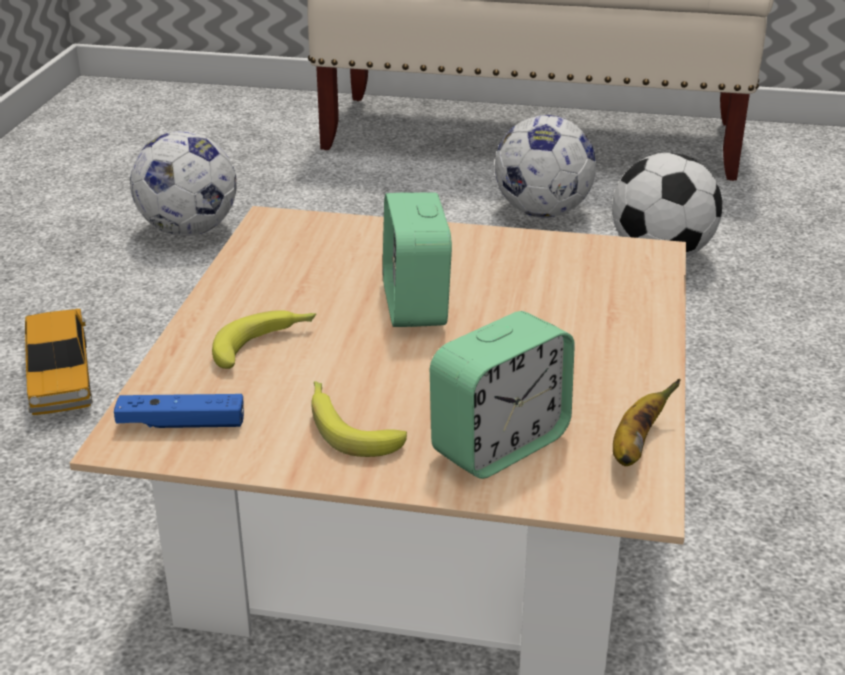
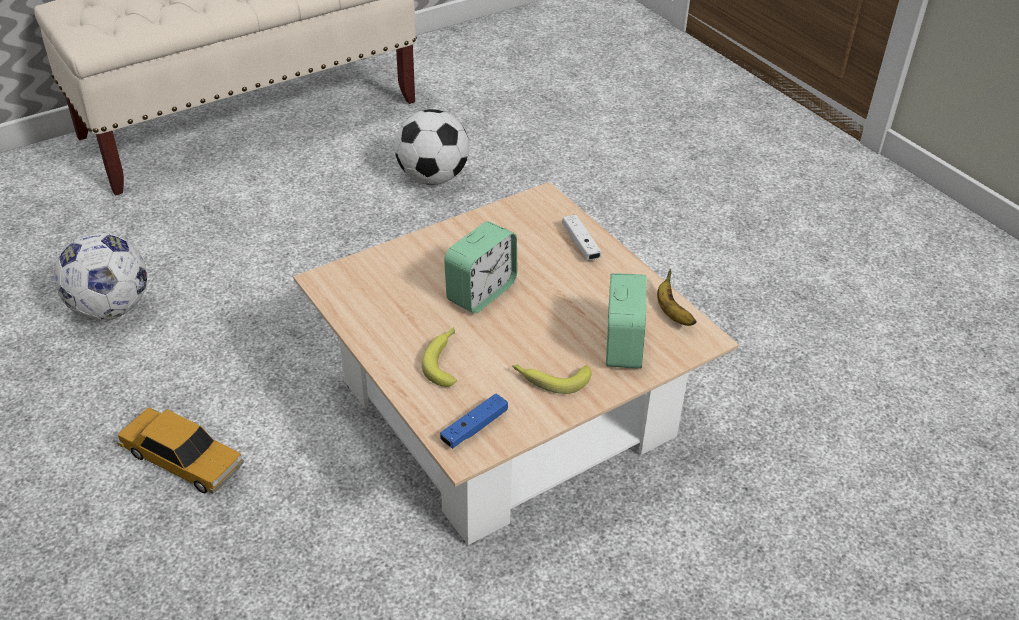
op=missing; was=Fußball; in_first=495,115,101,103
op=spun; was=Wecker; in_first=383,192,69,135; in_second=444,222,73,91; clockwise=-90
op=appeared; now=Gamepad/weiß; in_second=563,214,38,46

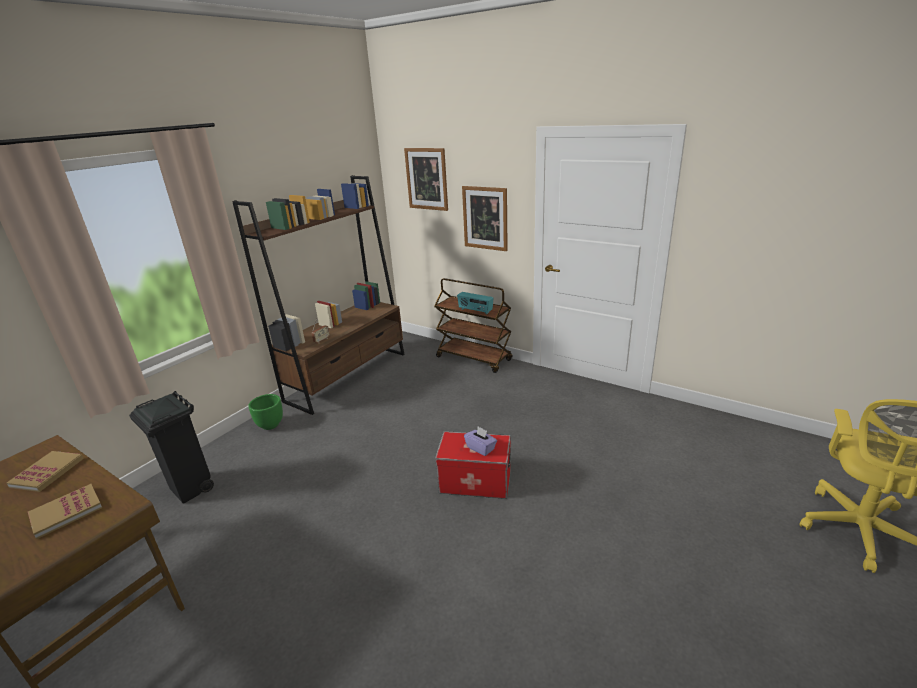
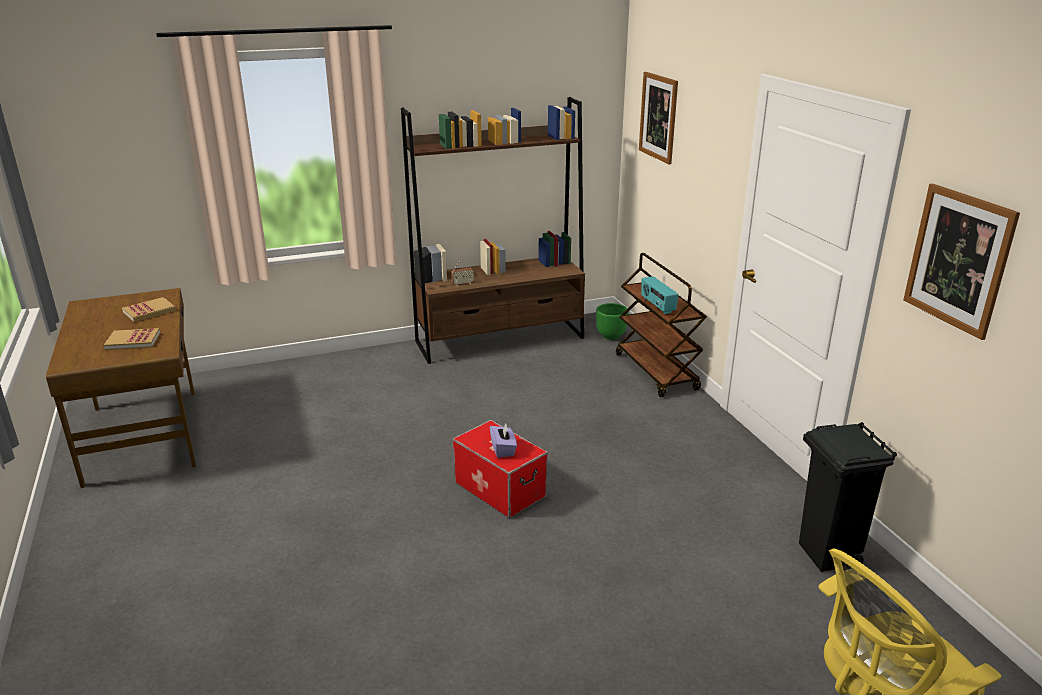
op=relocated; was=Bild; in_first=462,186,46,65; in_second=903,183,117,157
op=relocated; was=Mülleimer/schwarz; in_first=129,391,85,113; in_second=799,422,98,150
op=relocated; was=Pflanzkübel/grün; in_first=248,394,35,36; in_second=596,303,33,37

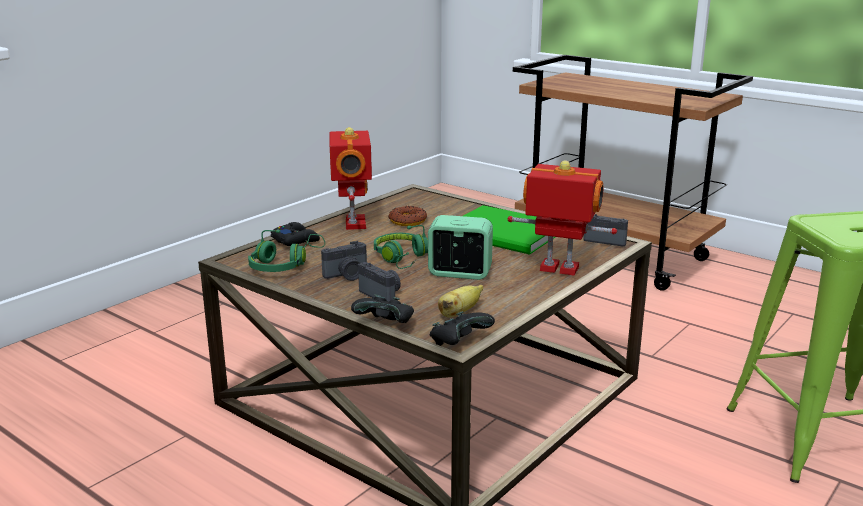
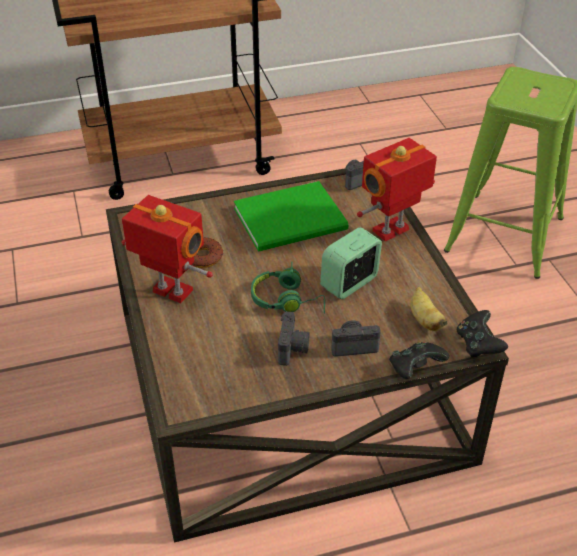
op=missing; was=Gamepad/schwarz; in_first=270,222,50,24
op=missing; was=Kopfhörer/grün; in_first=248,229,77,43

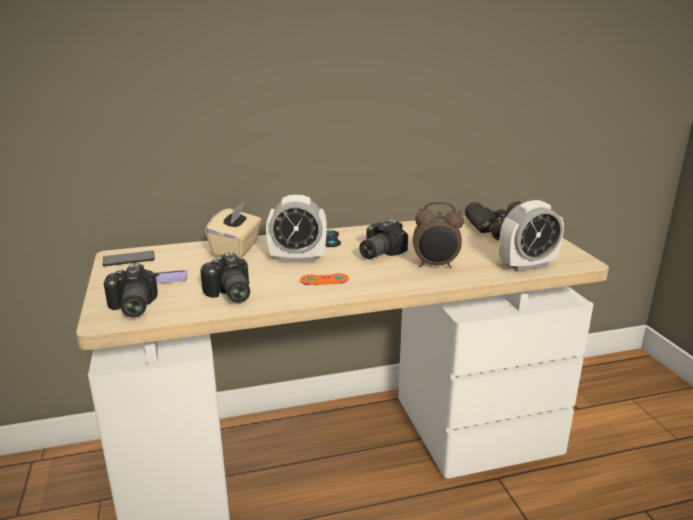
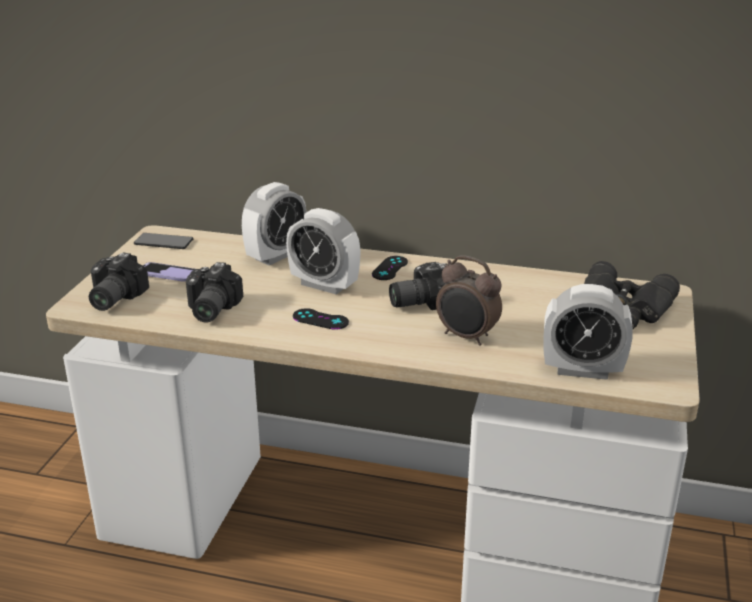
op=exchanged; was=Taschentuchbox/beige; now=Wecker; in_first=205,201,56,57; in_second=242,182,64,83
op=colour; was=Gamepad/orange; now=Gamepad/schwarz; in_first=300,273,49,12; in_second=293,308,56,22

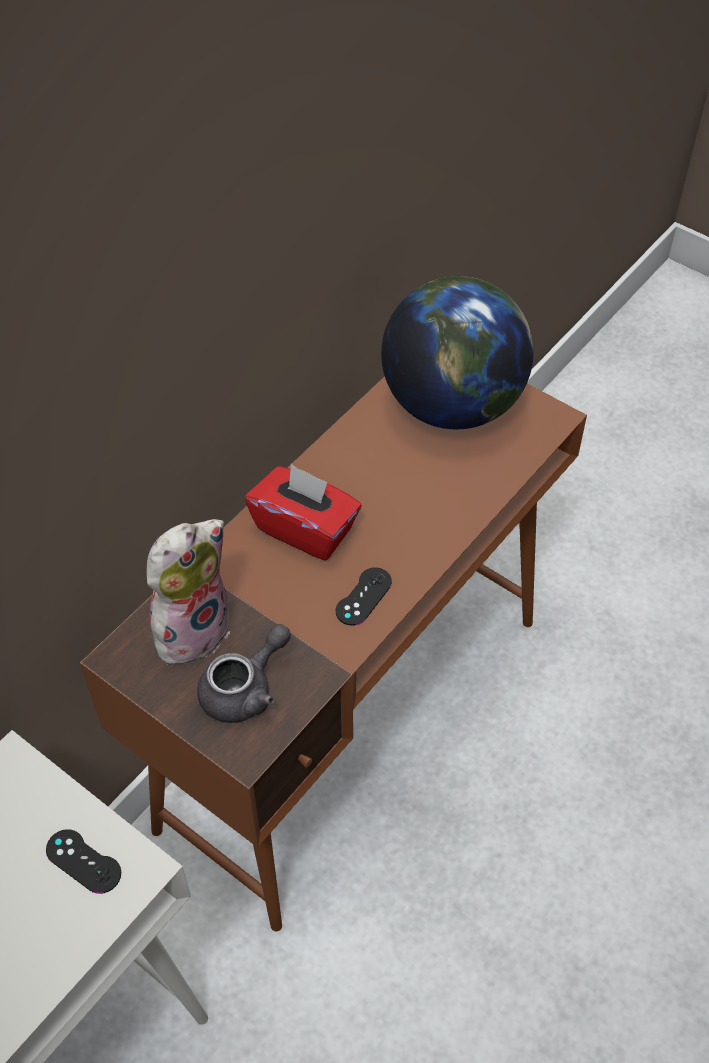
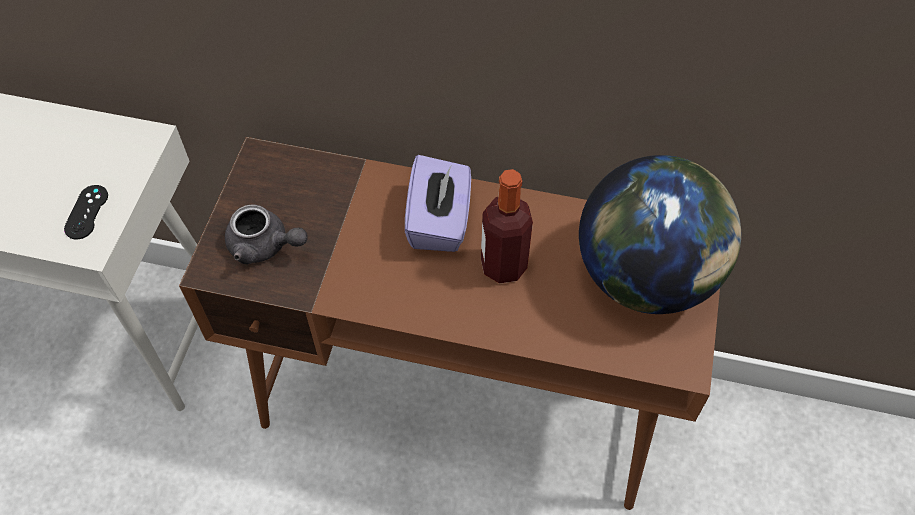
op=colour; was=Taschentuchbox/rot; now=Taschentuchbox/lila; in_first=245,463,116,97; in_second=405,155,66,97
op=missing; was=Plüschtier; in_first=146,519,84,148
op=missing; was=Gamepad/schwarz; in_first=336,567,56,59
op=appeared; now=Flasche; in_second=481,169,52,115

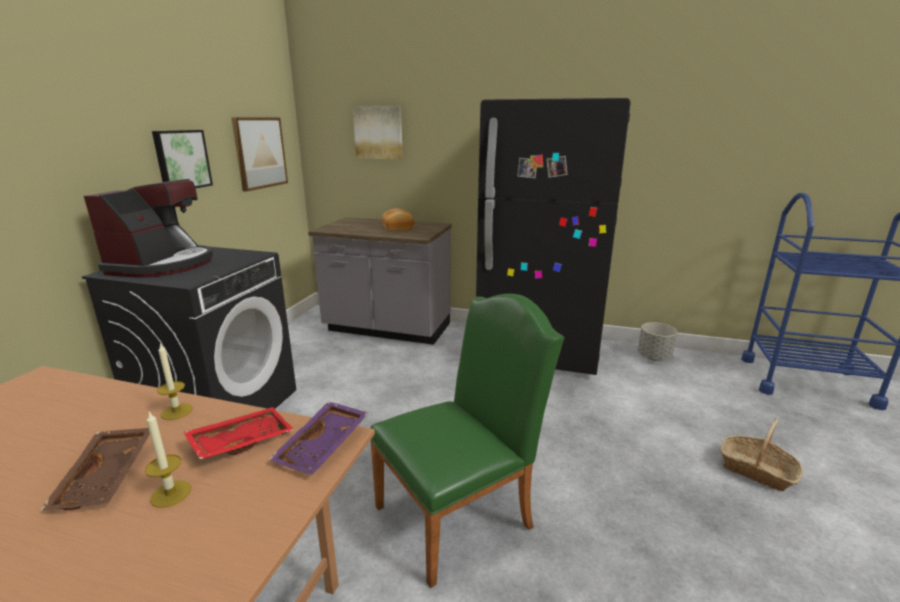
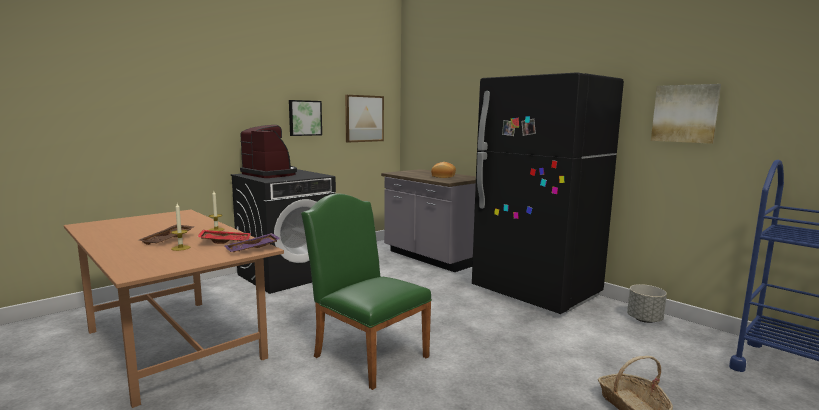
op=relocated; was=Bild; in_first=353,106,50,54; in_second=651,84,70,60
op=spun; was=Kaffeemaschine; in_first=84,179,129,99; in_second=240,125,57,53; clockwise=-90
op=spun; was=Stuhl/grün; in_first=371,294,193,294; in_second=301,193,131,197; clockwise=-135

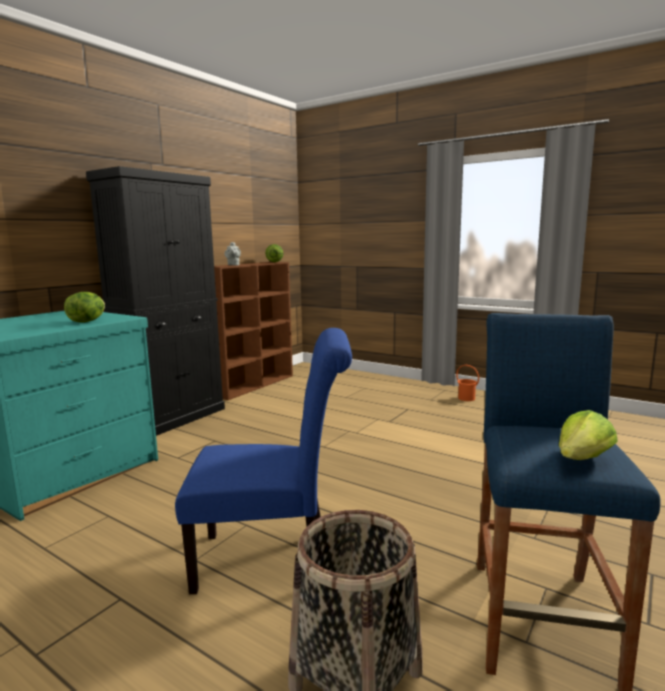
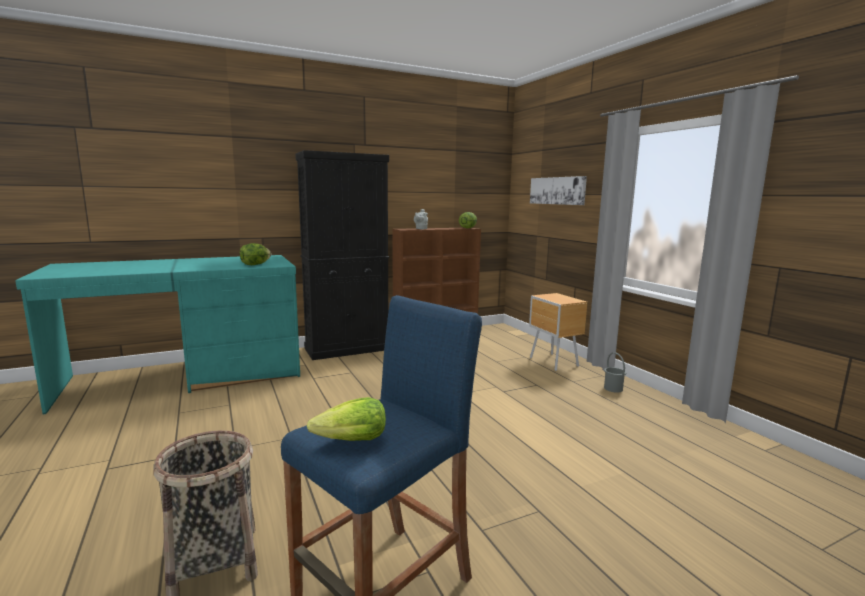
op=missing; was=Stuhl/blau; in_first=175,328,177,266
op=colour; was=Eimer/orange; now=Eimer/grau; in_first=456,365,23,36; in_second=604,352,22,41
op=appeared; now=Bild; in_second=530,176,57,29
op=appeared; now=Nachttisch/braun; in_second=529,293,59,78

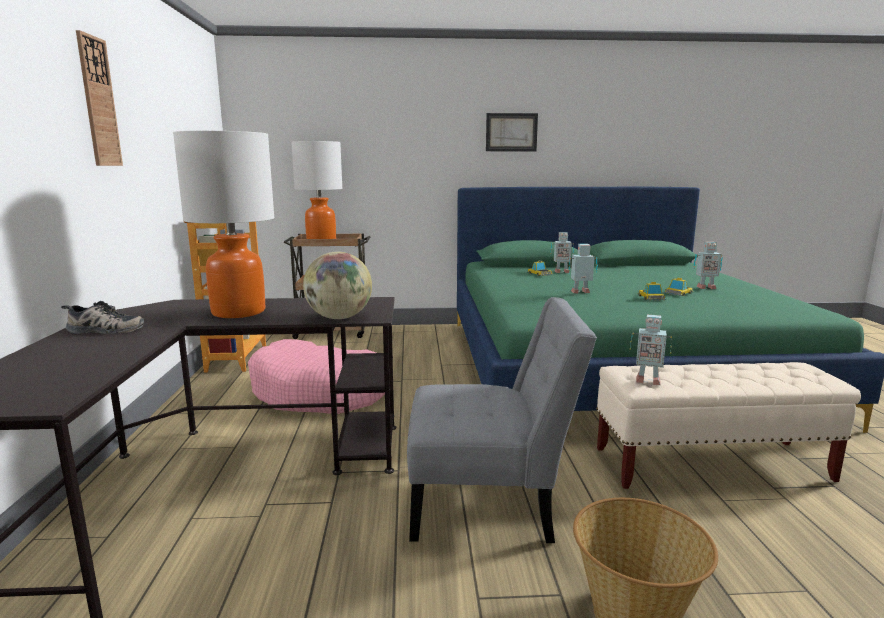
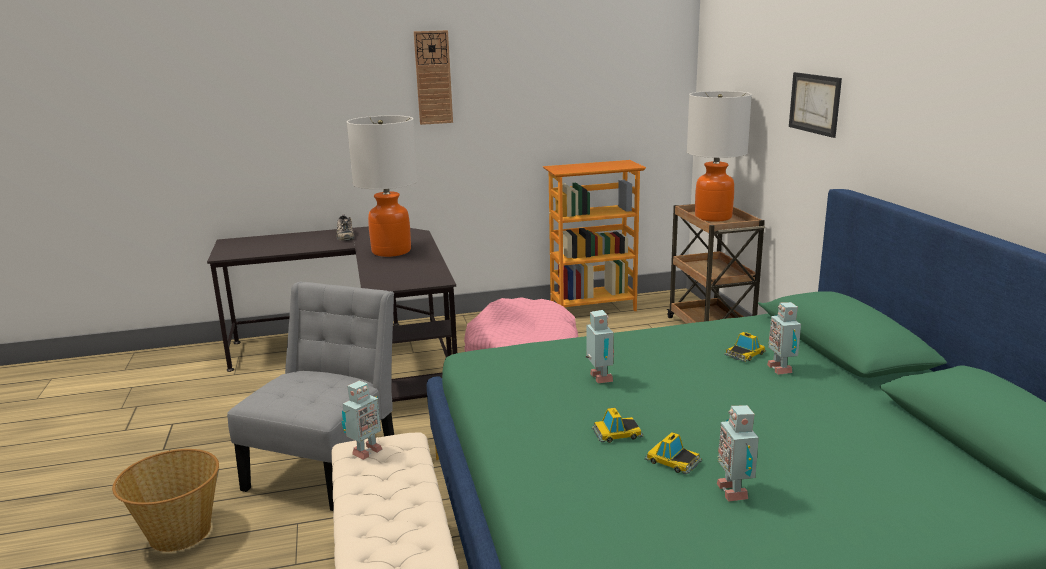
op=relocated; was=Bild; in_first=486,113,52,38; in_second=789,72,53,66
op=missing; was=Globus; in_first=303,252,69,67
op=spun; was=Stuhl/grau; in_first=407,297,190,246; in_second=227,282,167,229; clockwise=-150
op=spun; was=Spielzeugroboter; in_first=630,315,42,70; in_second=342,381,40,79; clockwise=-150

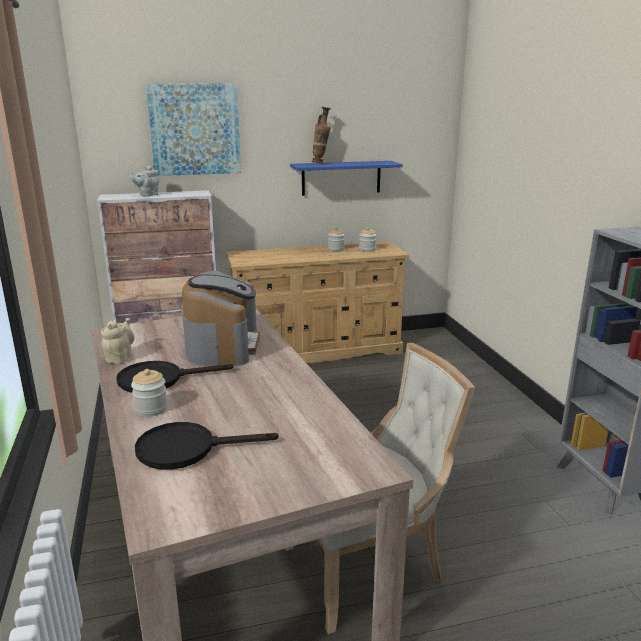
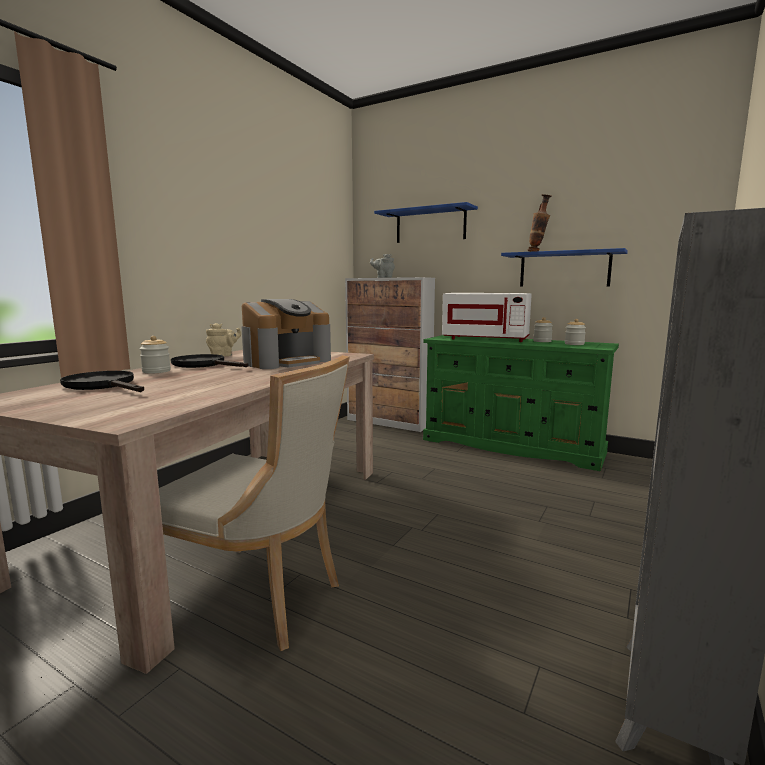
op=exchanged; was=Bild; now=Wandregal/blau; in_first=146,83,95,93; in_second=374,202,104,41
op=colour; was=Kommode/beige; now=Kommode/grün; in_first=226,241,183,122; in_second=423,335,196,136
op=appeared; now=Mikrowelle/weiß; in_second=442,293,90,49

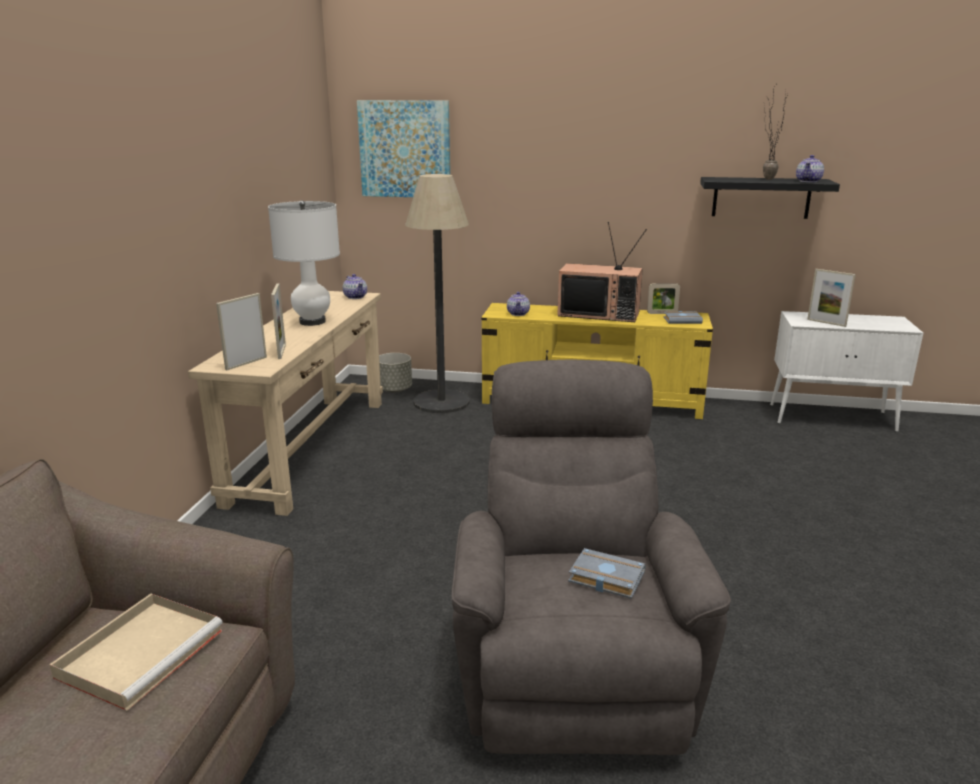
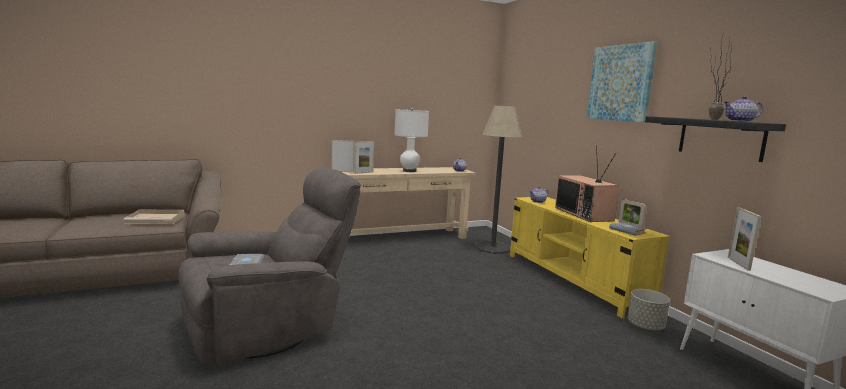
op=relocated; was=Bild; in_first=357,100,93,97; in_second=587,41,70,81
op=relocated; was=Pflanzkübel/grau; in_first=379,353,33,40; in_second=628,289,42,42

